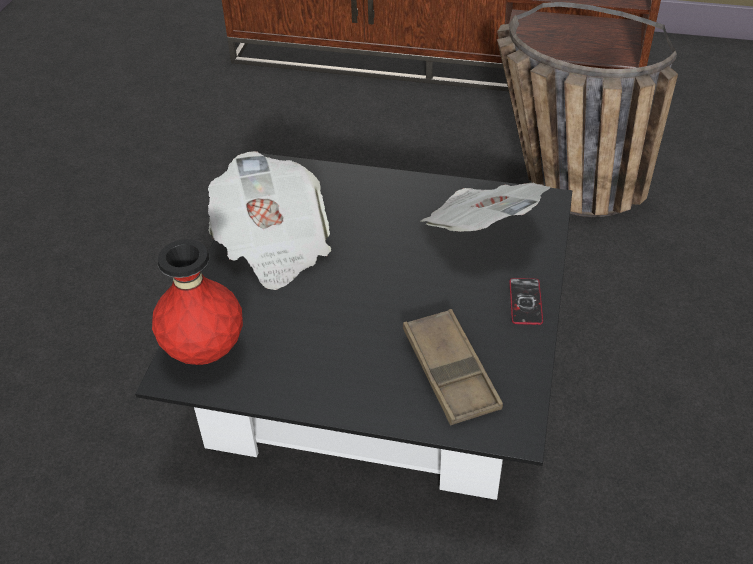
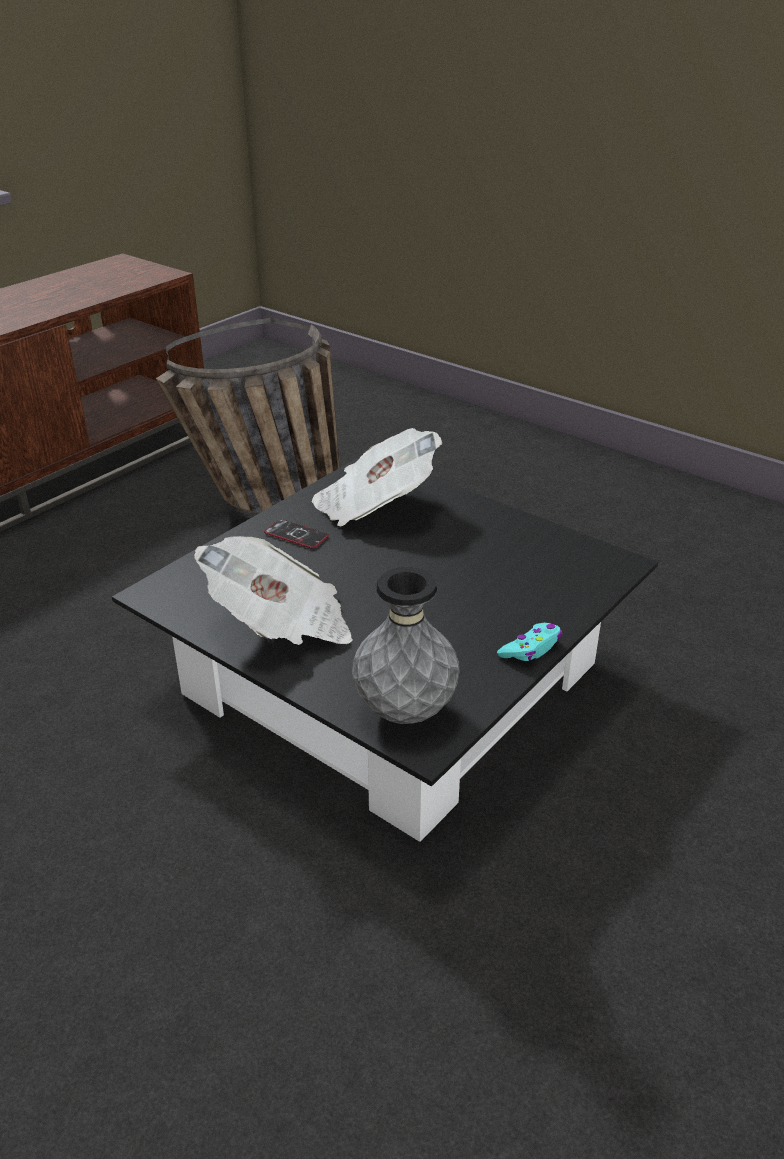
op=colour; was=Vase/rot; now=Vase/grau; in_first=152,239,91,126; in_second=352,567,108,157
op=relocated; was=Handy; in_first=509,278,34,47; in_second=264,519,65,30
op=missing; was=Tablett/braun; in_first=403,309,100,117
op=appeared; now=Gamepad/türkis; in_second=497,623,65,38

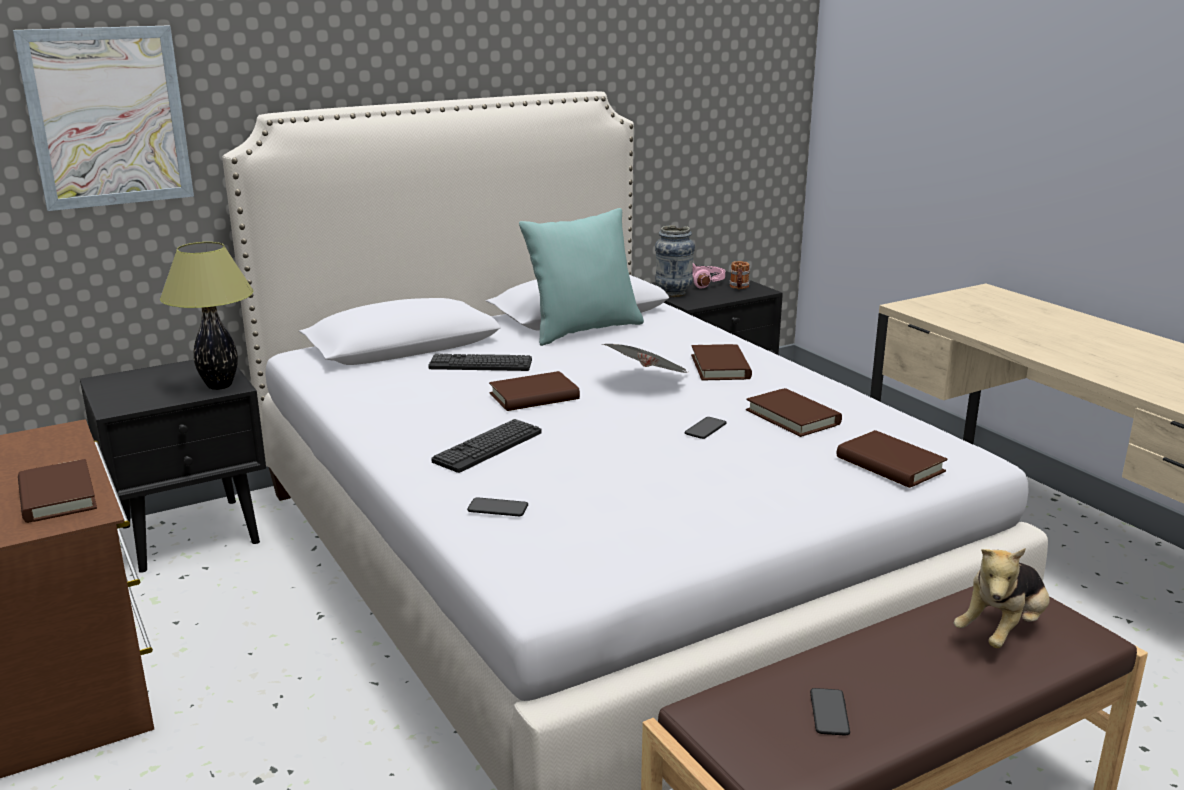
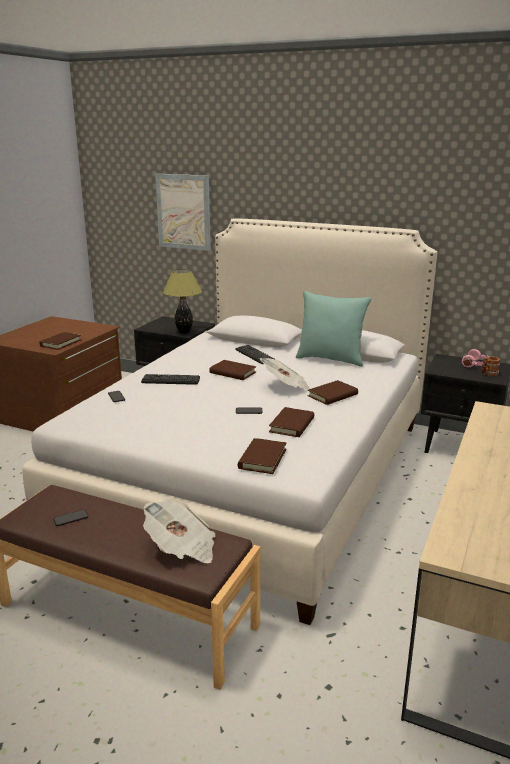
op=missing; was=Vase; in_first=655,225,40,72
op=exchanged; was=Plüschtier; now=Zeitung; in_first=954,548,96,100; in_second=143,500,72,63

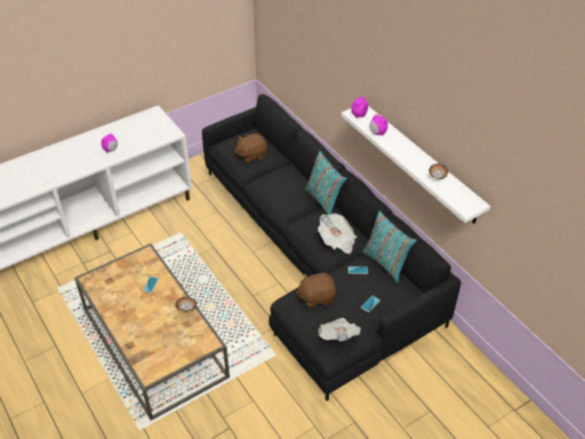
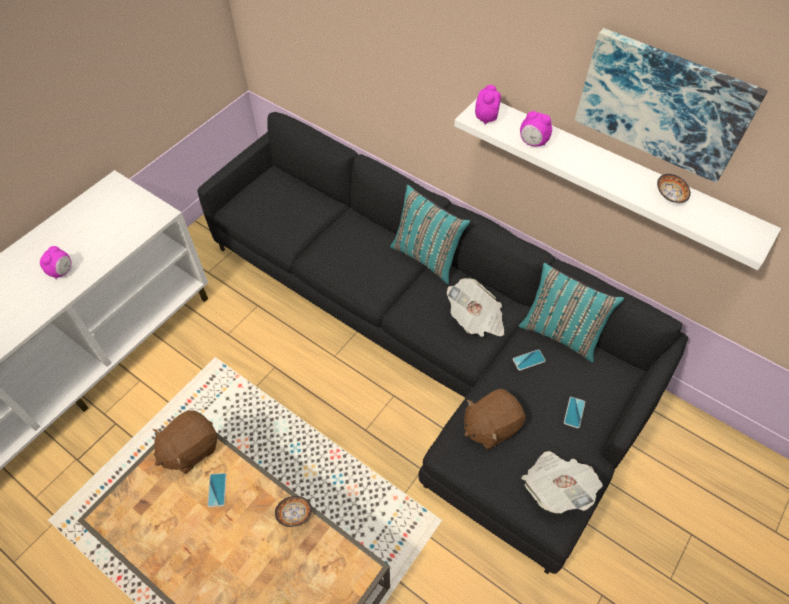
op=relocated; was=Plüschtier/braun; in_first=235,133,32,30; in_second=152,410,65,64
op=appeared; now=Bild; in_second=575,28,193,155

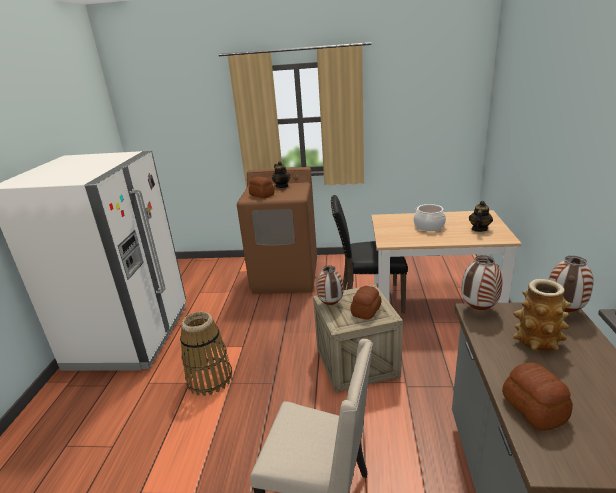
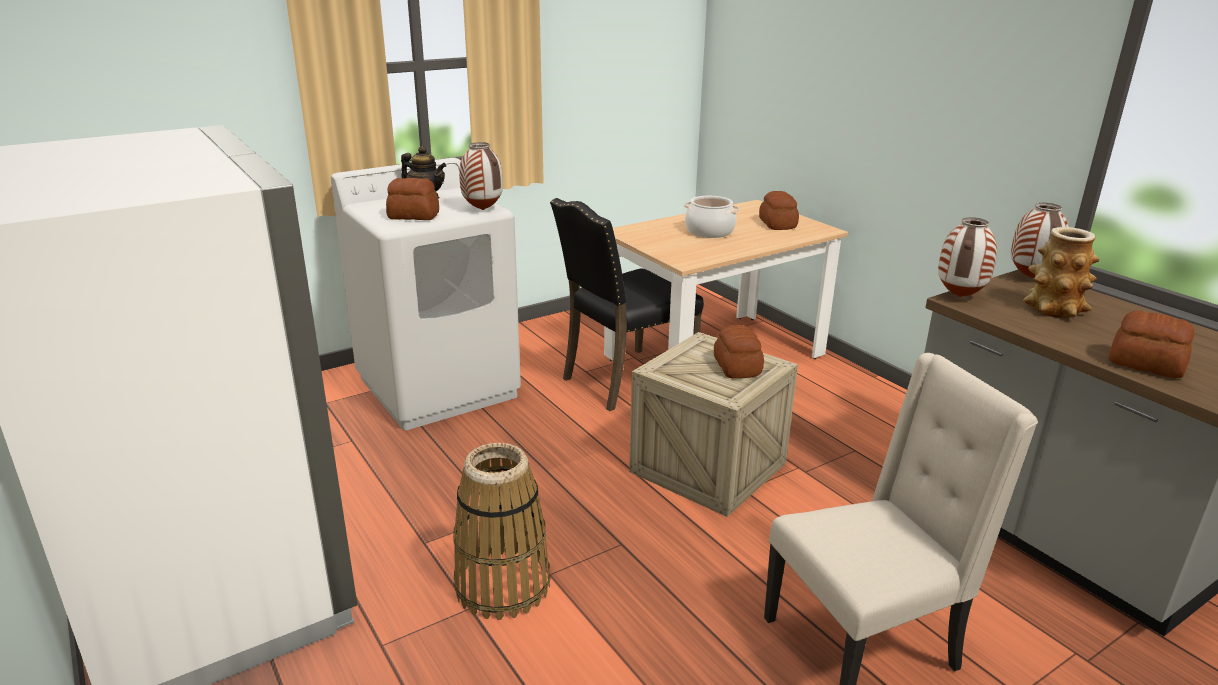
op=colour; was=Waschmaschine/braun; now=Waschmaschine/weiß; in_first=237,167,80,127; in_second=331,158,190,272
op=exchanged; was=Teekanne; now=Brot; in_first=469,201,24,31; in_second=759,191,40,39
op=relocated; was=Vase; in_first=316,266,28,39; in_second=459,142,44,68

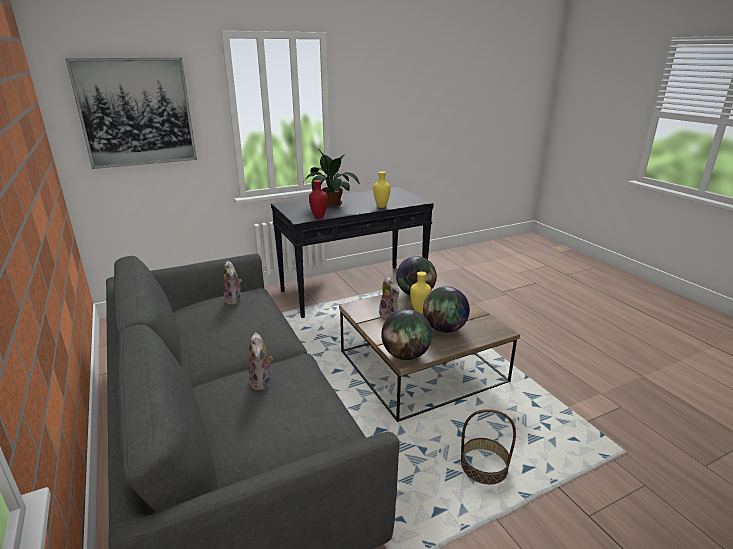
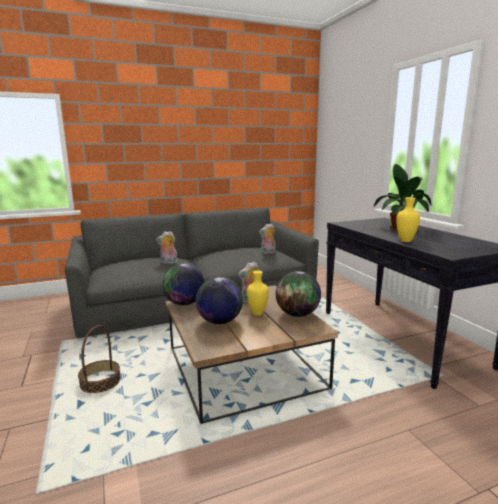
op=missing; was=Bild; in_first=65,58,132,111
op=missing; was=Vase/rot; in_first=309,180,19,39

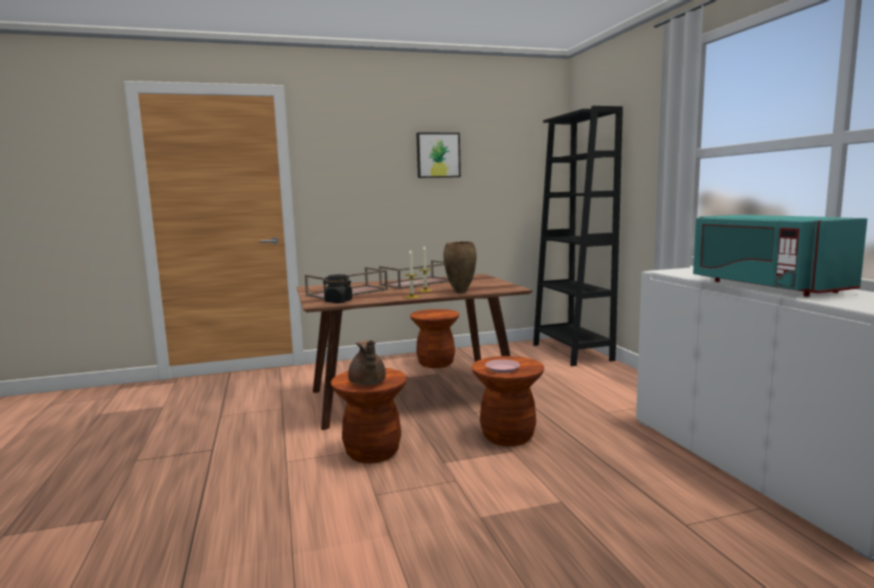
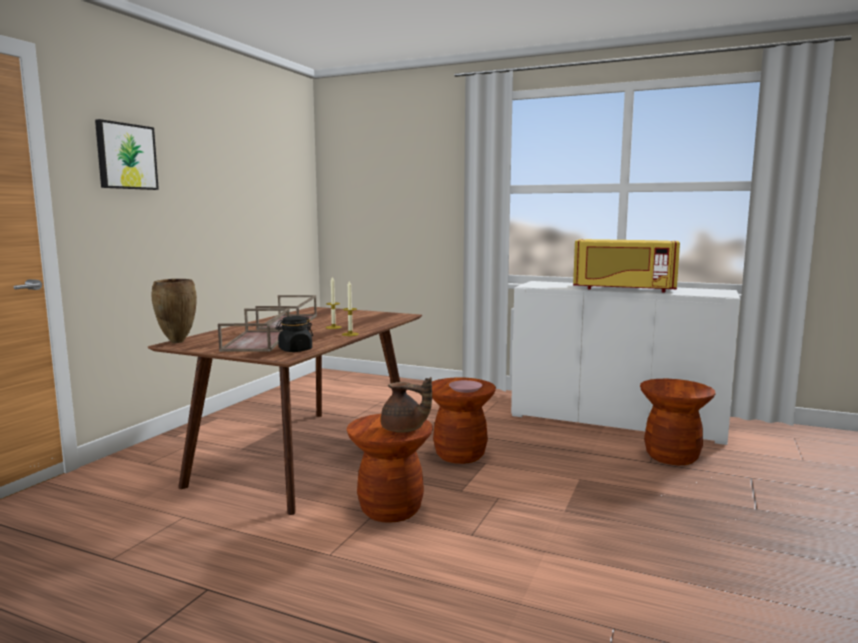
op=missing; was=Bücherregal/schwarz; in_first=533,106,90,260
op=relocated; was=Bild; in_first=416,133,45,45; in_second=95,119,64,71
op=colour; was=Mikrowelle/türkis; now=Mikrowelle/gelb; in_first=693,215,174,82; in_second=573,239,107,54
op=relocated; was=Vase/braun; in_first=443,241,34,52; in_second=151,279,46,64
op=relocated; was=Hocker/braun; in_first=410,309,49,59; in_second=640,379,75,86

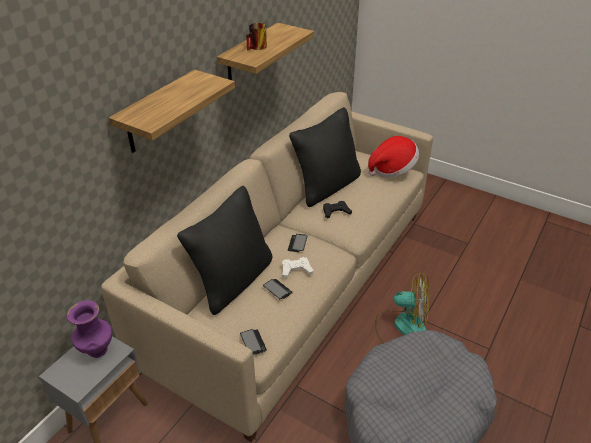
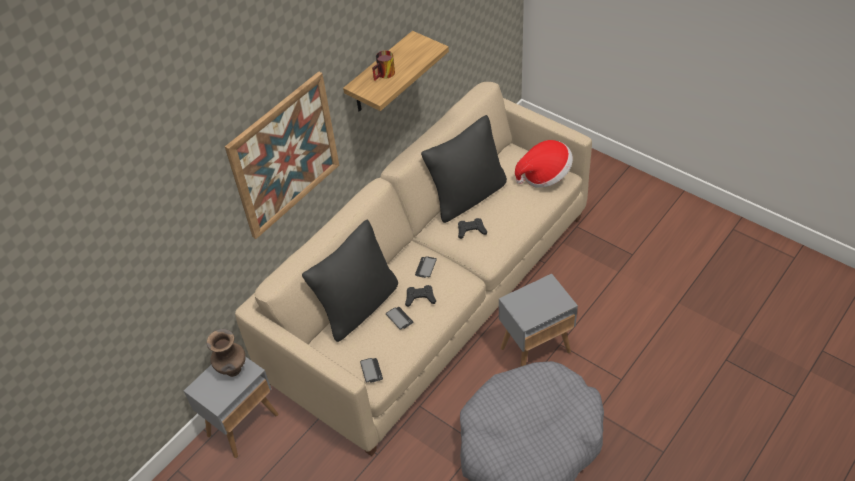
op=exchanged; was=Wandregal; now=Bild; in_first=109,70,126,83; in_second=225,71,114,168
op=colour; was=Gamepad/weiß; now=Gamepad/schwarz; in_first=282,257,32,21; in_second=405,285,31,22
op=exchanged; was=Ventilator; now=Beistelltisch/grau; in_first=375,273,54,70; in_second=499,274,79,92
op=colour; was=Vase/lila; now=Vase/braun; in_first=67,300,45,58; in_second=207,329,39,48

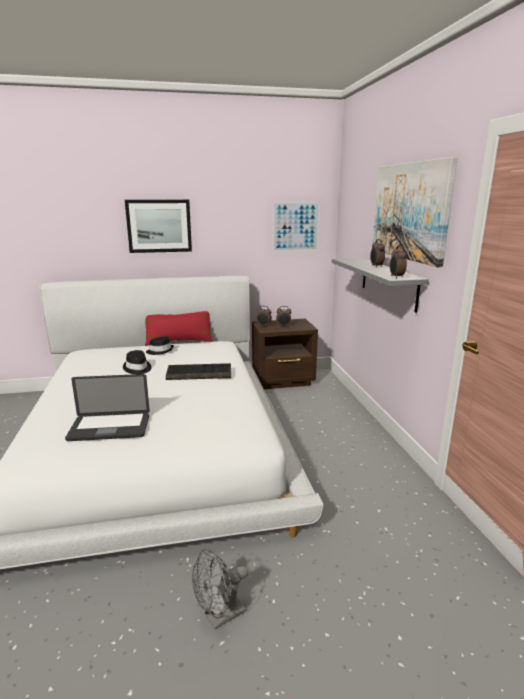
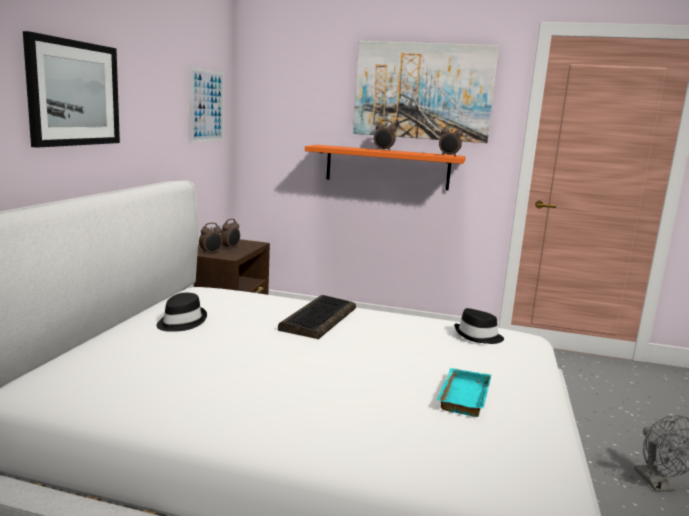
op=colour; was=Wandregal/grau; now=Wandregal/orange; in_first=332,258,97,55; in_second=305,145,161,45
op=missing; was=Kissen/rot; in_first=145,311,68,35
op=relocated; was=Hut/schwarz; in_first=123,350,29,24; in_second=454,308,50,36
op=exchanged; was=Laptop; now=Tablett/türkis; in_first=65,374,85,67; in_second=437,368,54,49

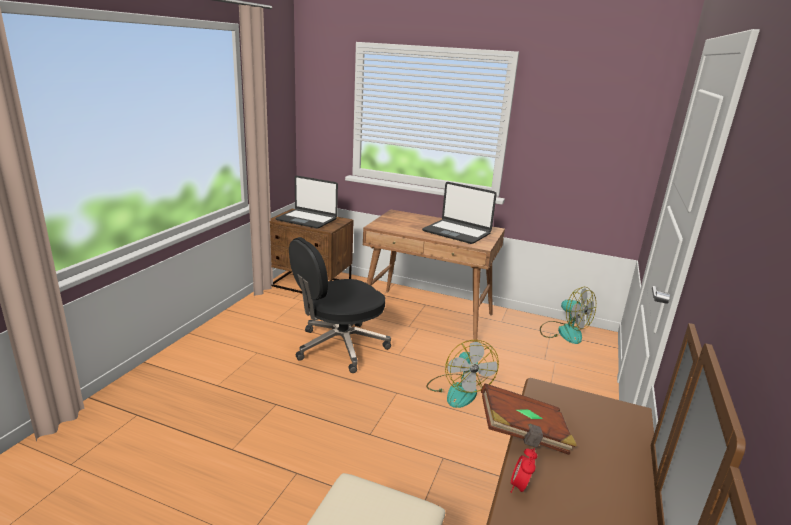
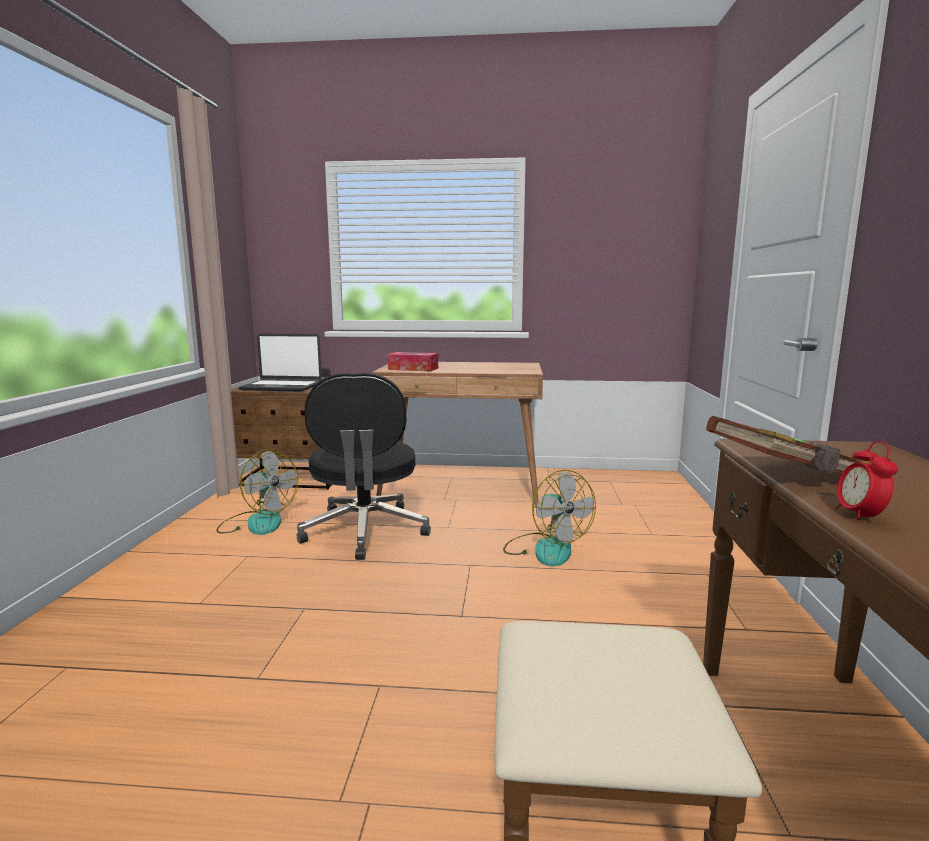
op=missing; was=Laptop; in_first=422,182,75,62
op=spun; was=Bürostuhl/schwarz; in_first=289,237,102,136; in_second=297,373,134,187; clockwise=-45
op=relocated; was=Ventilator; in_first=540,287,56,57; in_second=216,449,82,86
op=appeared; now=Taschentuchbox; in_second=388,352,50,19

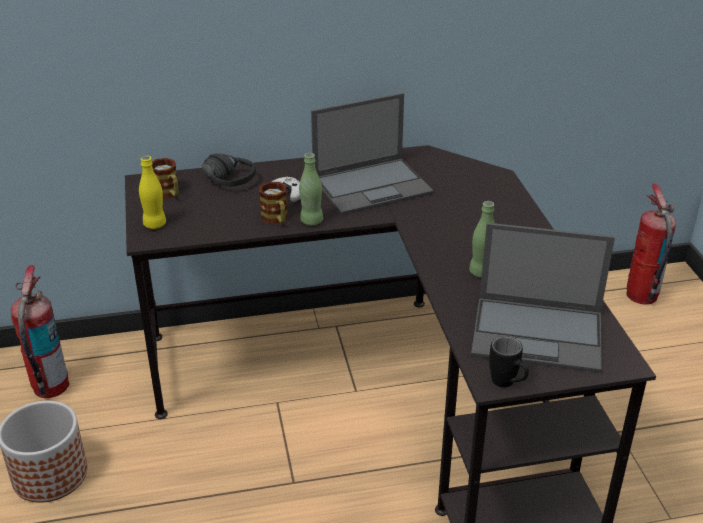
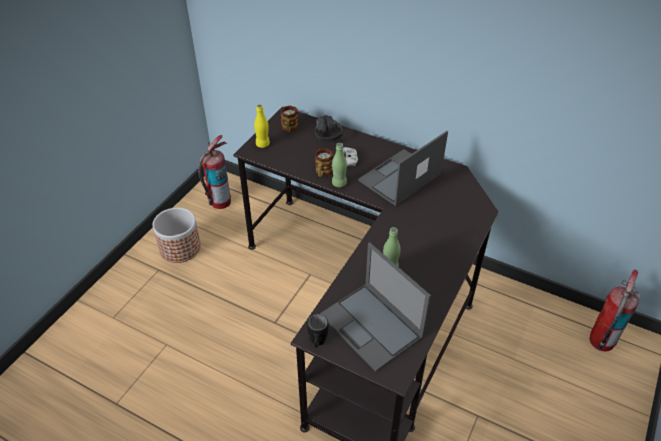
op=spun; was=Laptop; in_first=311,93,123,122; in_second=358,131,90,75; clockwise=120

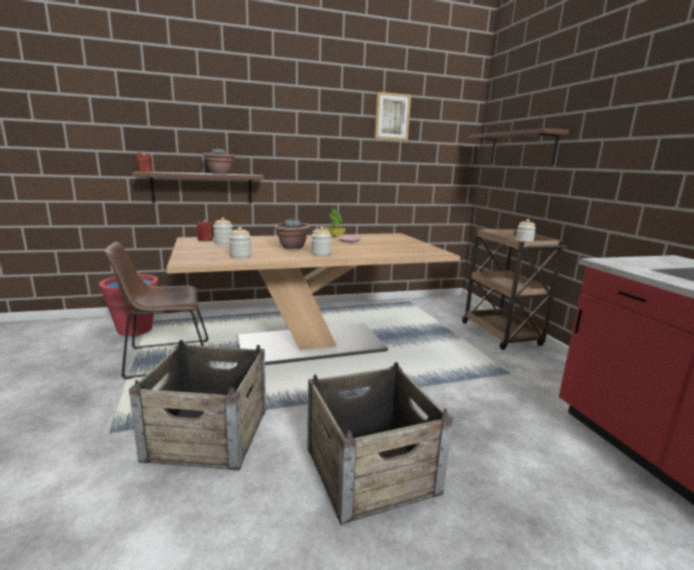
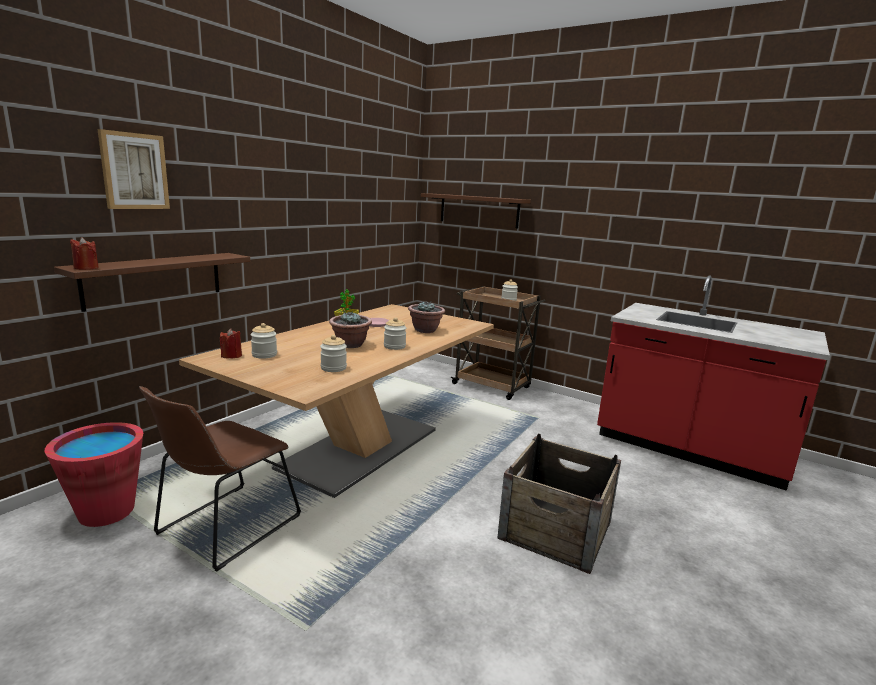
op=relocated; was=Bild; in_first=374,92,37,48; in_second=97,129,73,80
op=relocated; was=Topfpflanze; in_first=203,148,32,26; in_second=408,301,37,32
op=missing; was=Kiste; in_first=129,340,137,131

